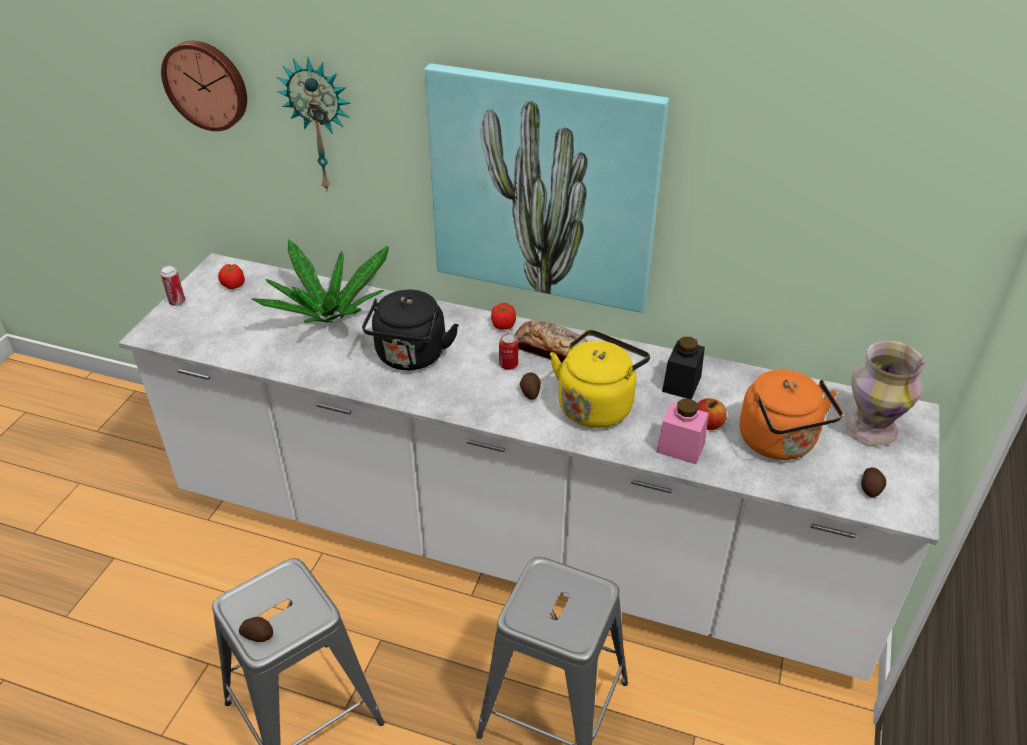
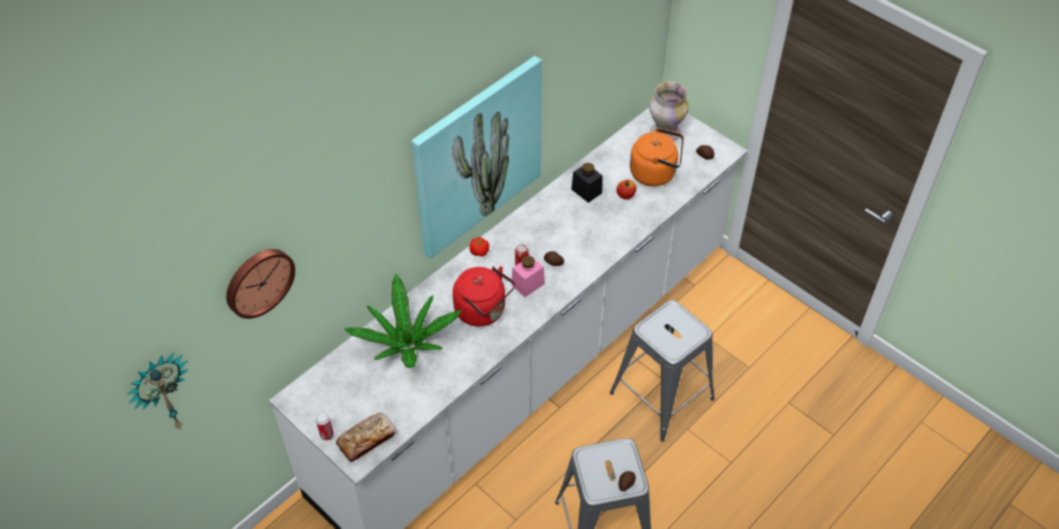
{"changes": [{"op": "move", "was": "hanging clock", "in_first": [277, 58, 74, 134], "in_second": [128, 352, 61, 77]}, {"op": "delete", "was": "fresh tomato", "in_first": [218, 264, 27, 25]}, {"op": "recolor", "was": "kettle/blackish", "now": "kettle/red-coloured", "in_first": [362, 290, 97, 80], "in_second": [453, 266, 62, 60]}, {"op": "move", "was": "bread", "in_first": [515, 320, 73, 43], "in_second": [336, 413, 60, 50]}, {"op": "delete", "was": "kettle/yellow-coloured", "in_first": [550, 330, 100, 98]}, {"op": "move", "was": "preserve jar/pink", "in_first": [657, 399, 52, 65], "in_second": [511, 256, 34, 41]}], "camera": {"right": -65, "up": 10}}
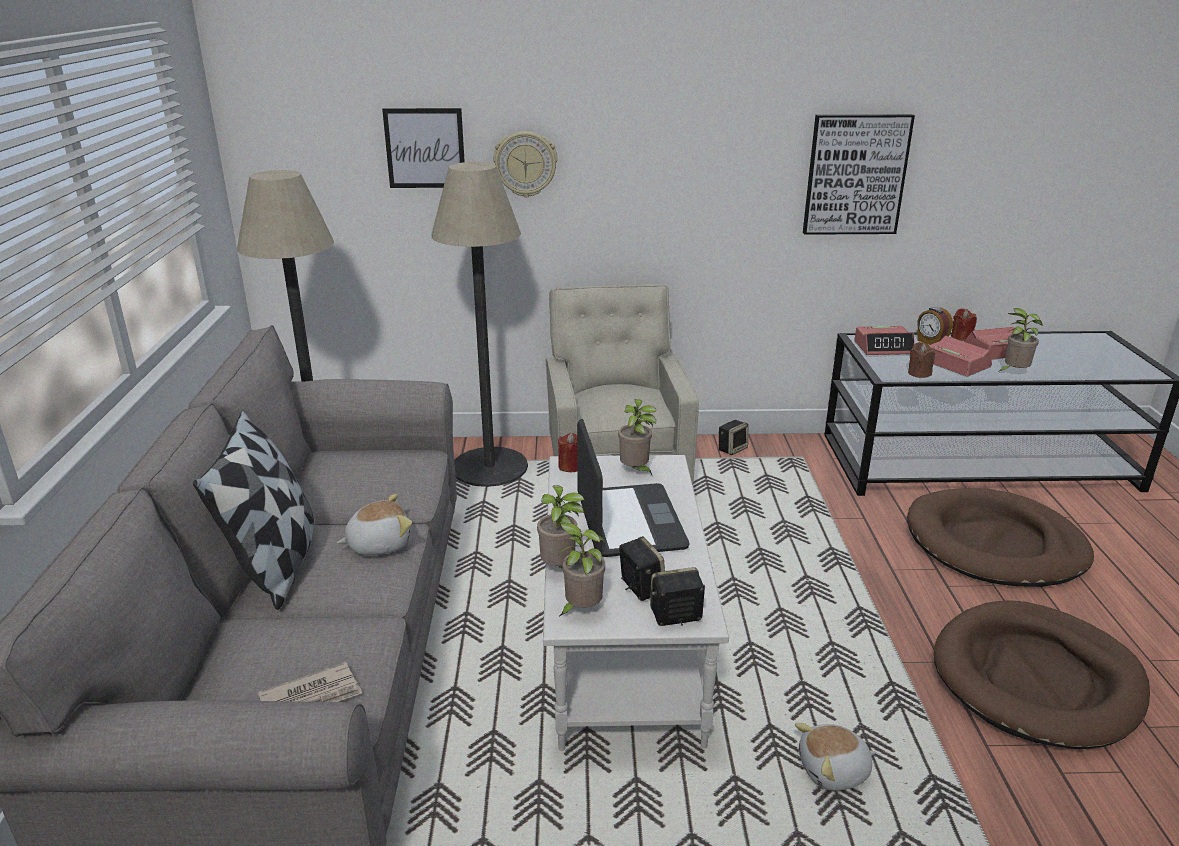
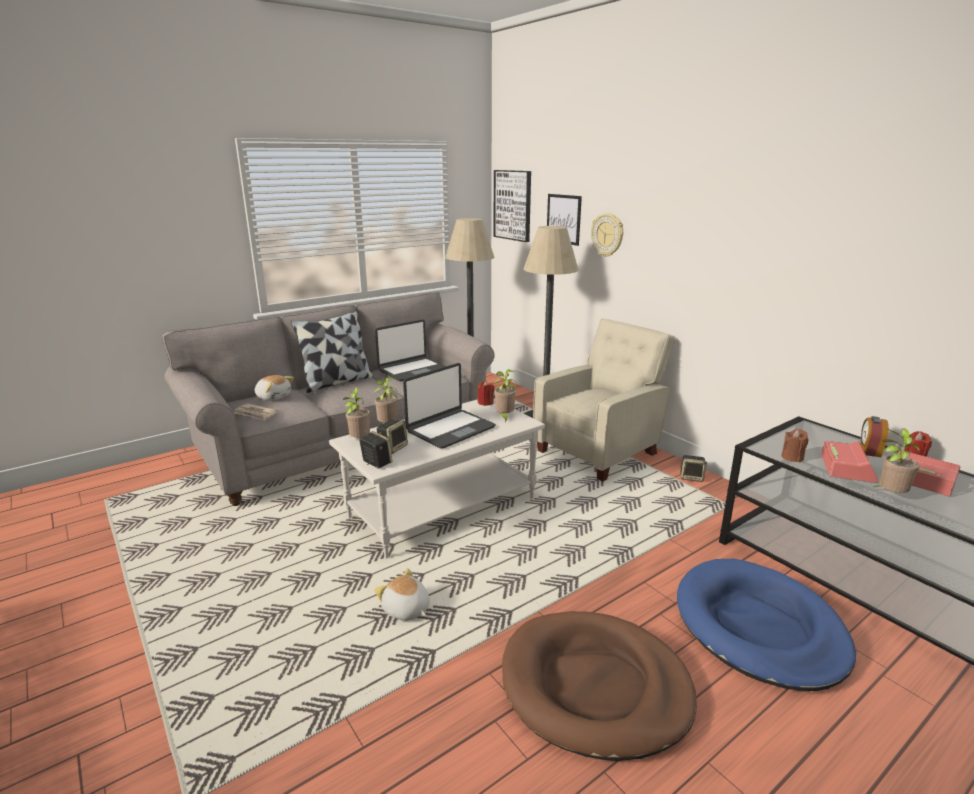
{"changes": [{"op": "move", "was": "wall picture", "in_first": [803, 114, 112, 121], "in_second": [493, 170, 38, 72]}, {"op": "delete", "was": "table clock", "in_first": [854, 326, 61, 29]}, {"op": "recolor", "was": "pet bed/brown-coloured", "now": "pet bed/bluish", "in_first": [907, 488, 187, 99], "in_second": [677, 559, 179, 132]}, {"op": "move", "was": "plush toy", "in_first": [337, 494, 75, 61], "in_second": [255, 375, 39, 26]}, {"op": "insert", "now": "laptop", "in_second": [375, 320, 71, 61]}], "camera": {"right": 55, "up": -5}}
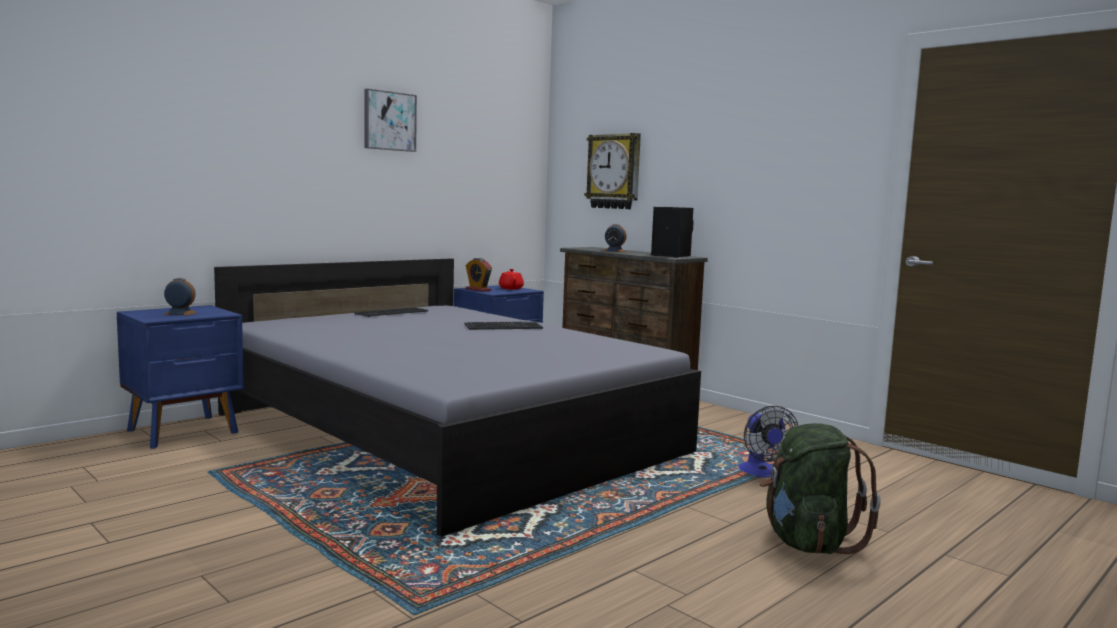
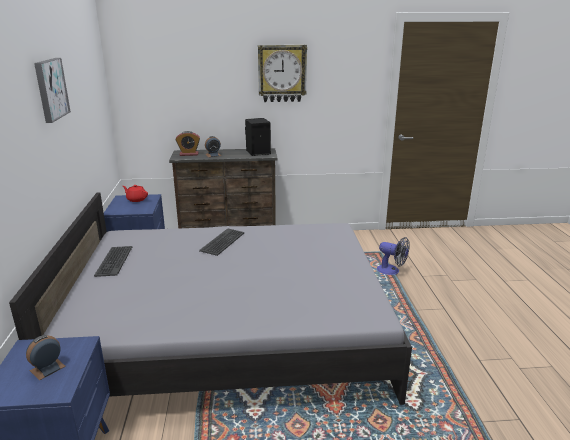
{"changes": [{"op": "move", "was": "hanging clock", "in_first": [585, 133, 56, 76], "in_second": [258, 45, 49, 57]}, {"op": "move", "was": "table clock", "in_first": [465, 258, 27, 34], "in_second": [175, 131, 25, 25]}, {"op": "delete", "was": "backpack/green-coloured", "in_first": [759, 423, 122, 131]}], "camera": {"right": -50, "up": 15}}
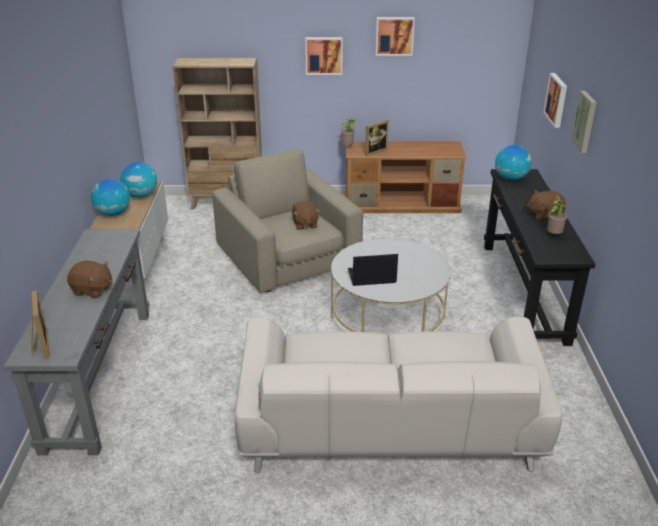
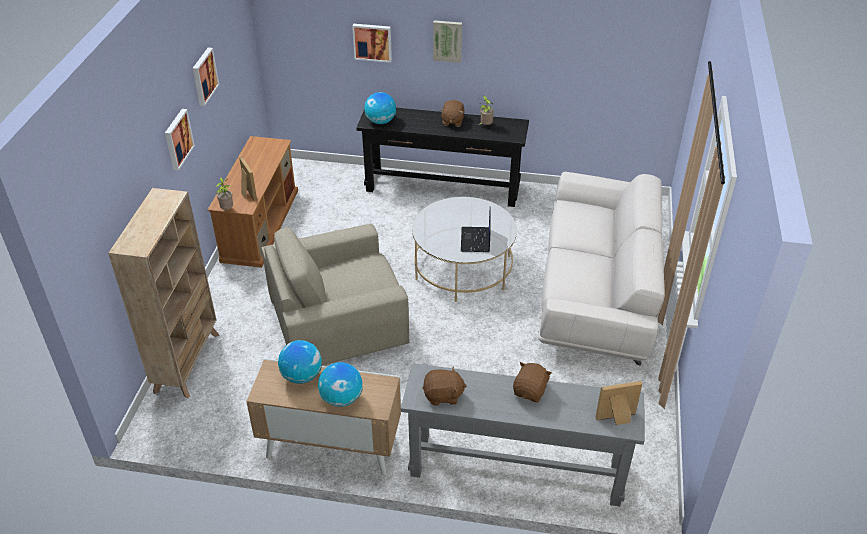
{"changes": [{"op": "move", "was": "plush toy/brown-coloured", "in_first": [292, 201, 28, 29], "in_second": [422, 366, 45, 40]}], "camera": {"right": -80, "up": 10}}
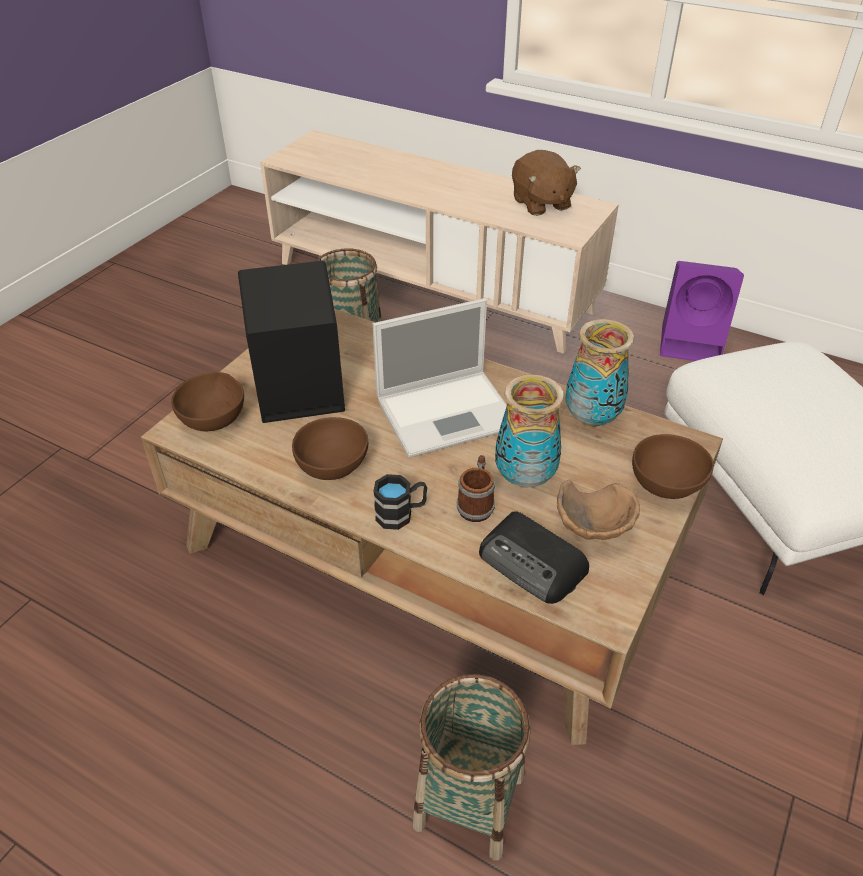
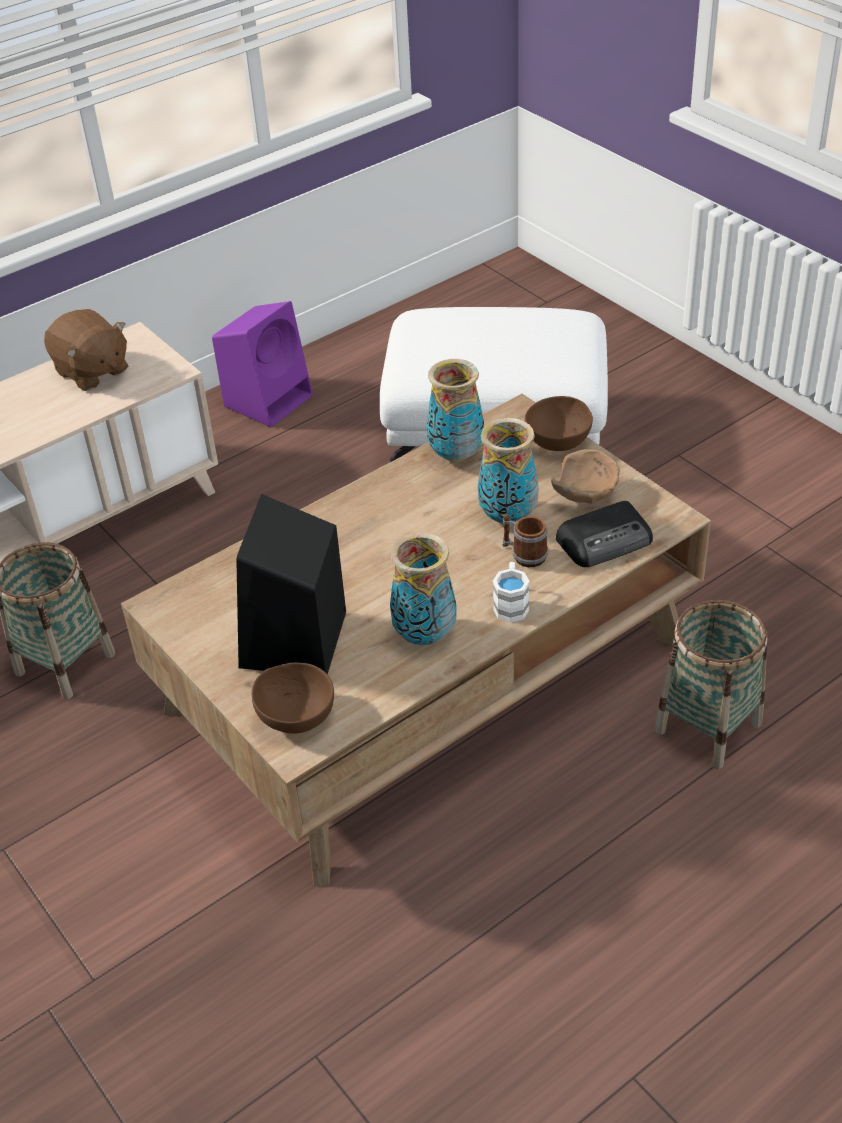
{"changes": [{"op": "rotate", "was": "plush toy/brown-coloured", "in_first": [512, 150, 69, 66], "in_second": [44, 309, 84, 82], "clockwise": 45}, {"op": "delete", "was": "laptop", "in_first": [372, 298, 135, 160]}, {"op": "replace", "was": "serving bowl/brown-coloured", "now": "decorative vase", "in_first": [292, 417, 76, 63], "in_second": [390, 532, 66, 114]}, {"op": "recolor", "was": "coffee mug/blackish", "now": "coffee mug/whitish", "in_first": [373, 474, 54, 56], "in_second": [493, 562, 37, 61]}], "camera": {"right": -65, "up": 0}}
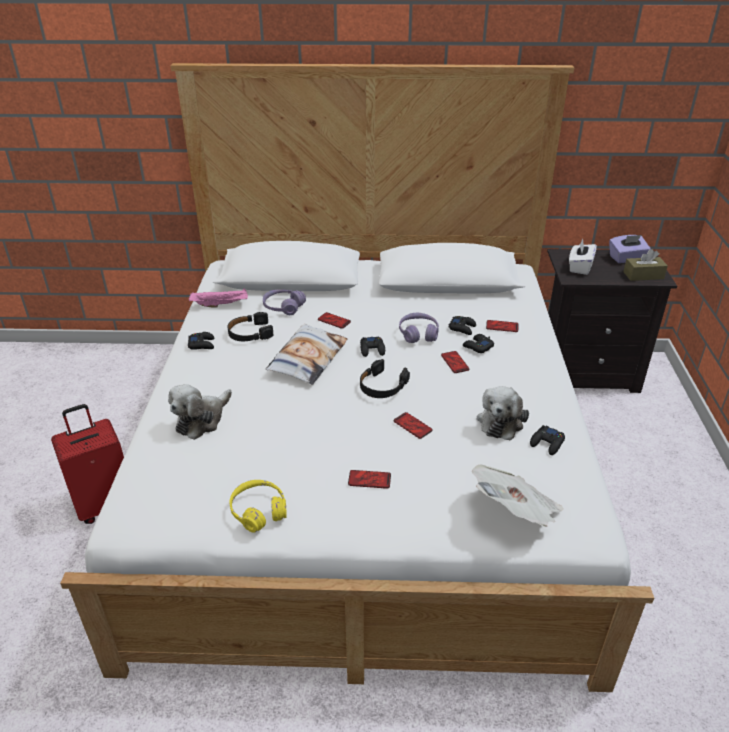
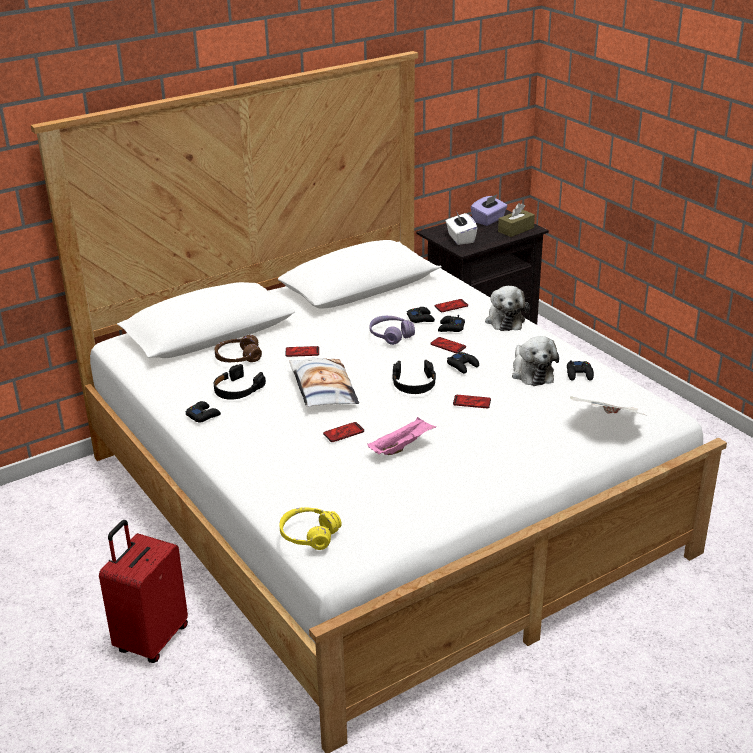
{"changes": [{"op": "move", "was": "tray/pink", "in_first": [189, 288, 59, 20], "in_second": [367, 417, 69, 38]}, {"op": "recolor", "was": "pair of headphones/purple-coloured", "now": "pair of headphones/brown-coloured", "in_first": [263, 289, 43, 26], "in_second": [215, 335, 47, 27]}, {"op": "move", "was": "joypad/blackish", "in_first": [360, 337, 25, 20], "in_second": [447, 352, 32, 22]}, {"op": "move", "was": "plush toy", "in_first": [168, 384, 64, 56], "in_second": [485, 286, 44, 45]}, {"op": "move", "was": "phone", "in_first": [348, 470, 43, 19], "in_second": [323, 422, 41, 20]}, {"op": "move", "was": "pair of headphones/yellow-coloured", "in_first": [229, 480, 58, 53], "in_second": [279, 507, 63, 43]}], "camera": {"right": -35, "up": -5}}
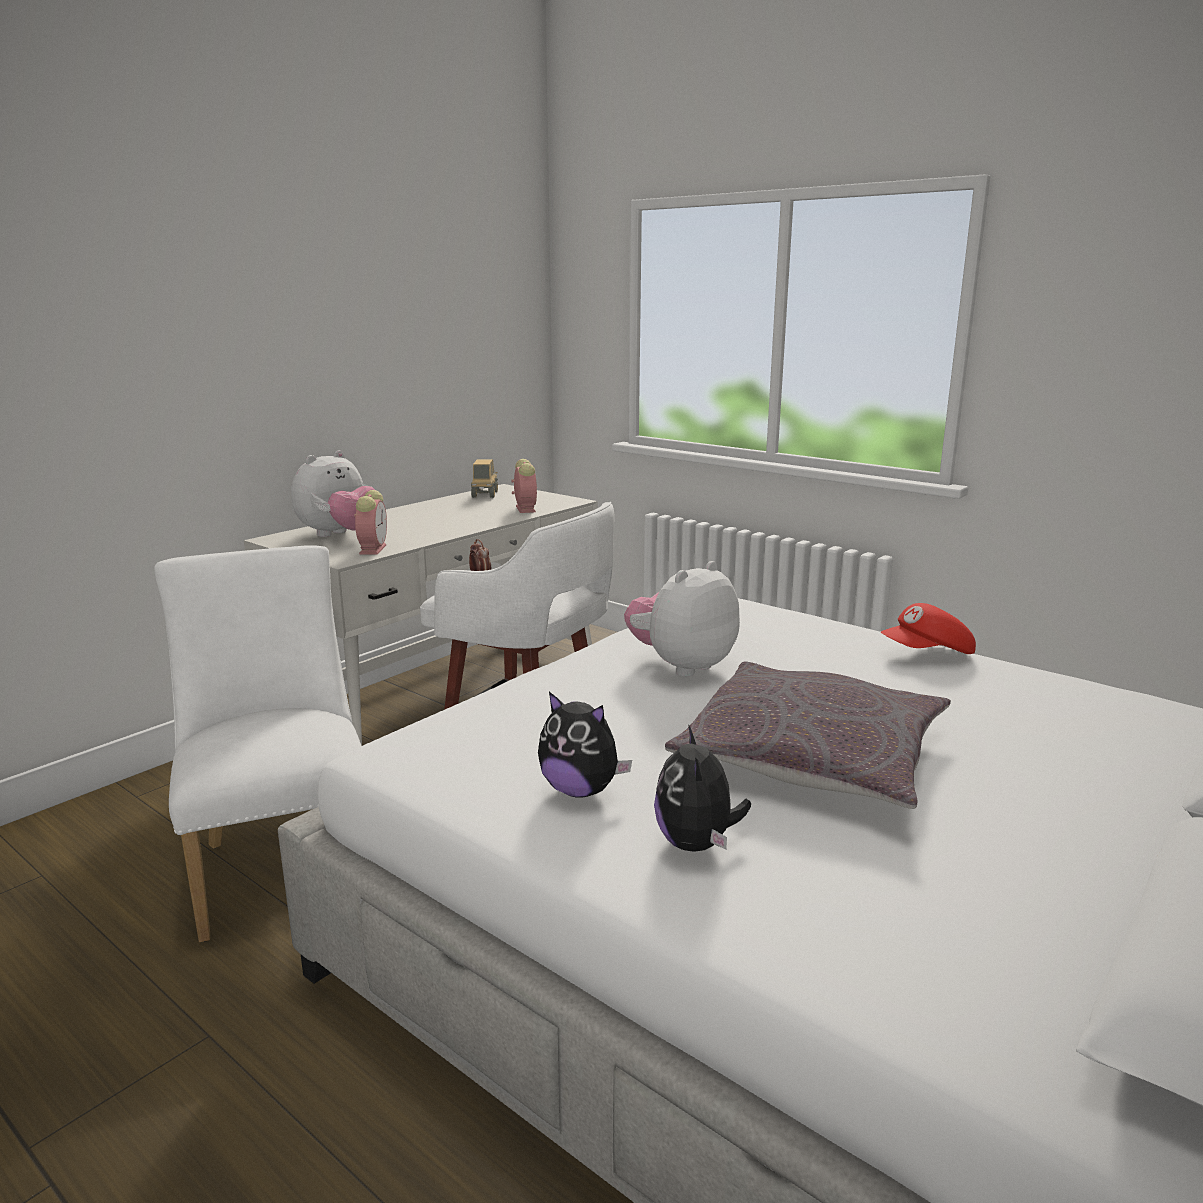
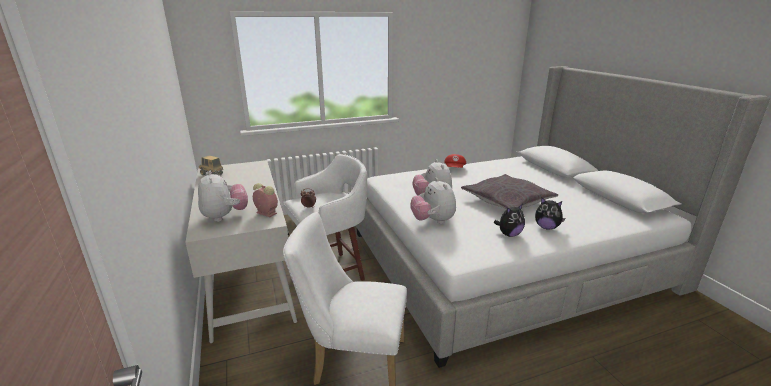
{"changes": [{"op": "delete", "was": "table clock", "in_first": [511, 459, 26, 54]}, {"op": "insert", "now": "plush toy", "in_second": [410, 178, 46, 46]}], "camera": {"right": -60, "up": 5}}
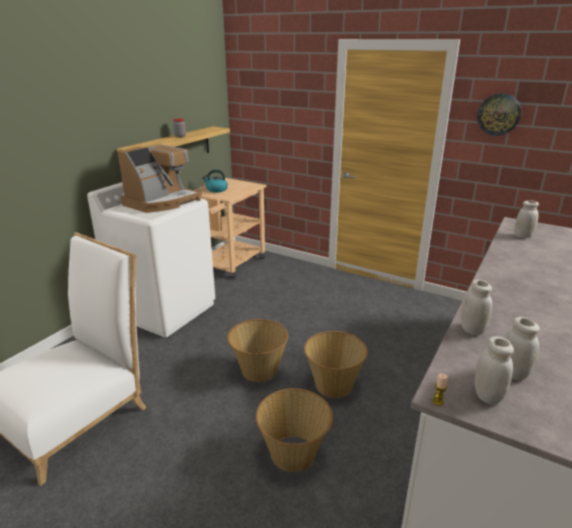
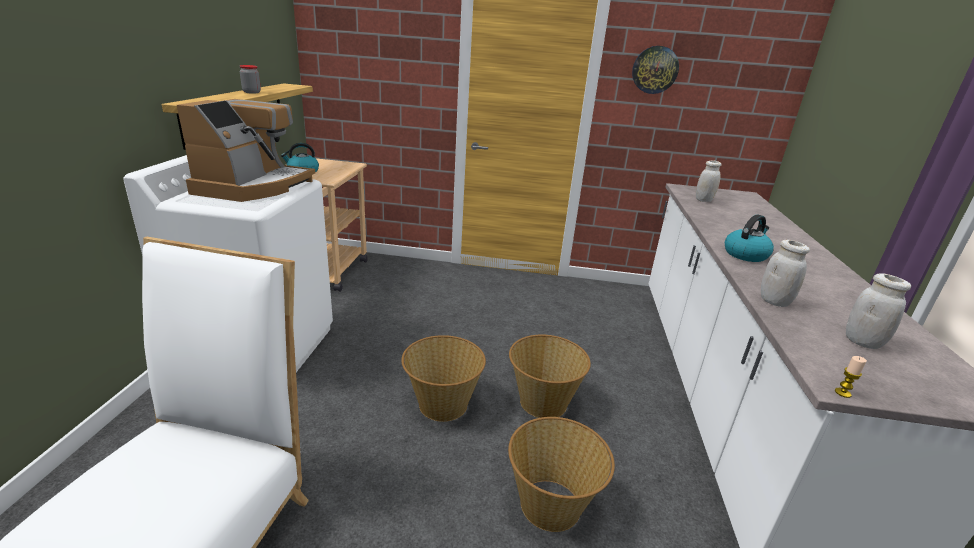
{"changes": [{"op": "delete", "was": "preserve jar/whitish", "in_first": [475, 336, 39, 69]}, {"op": "insert", "now": "kettle", "in_second": [725, 214, 49, 48]}], "camera": {"right": -25, "up": 0}}
